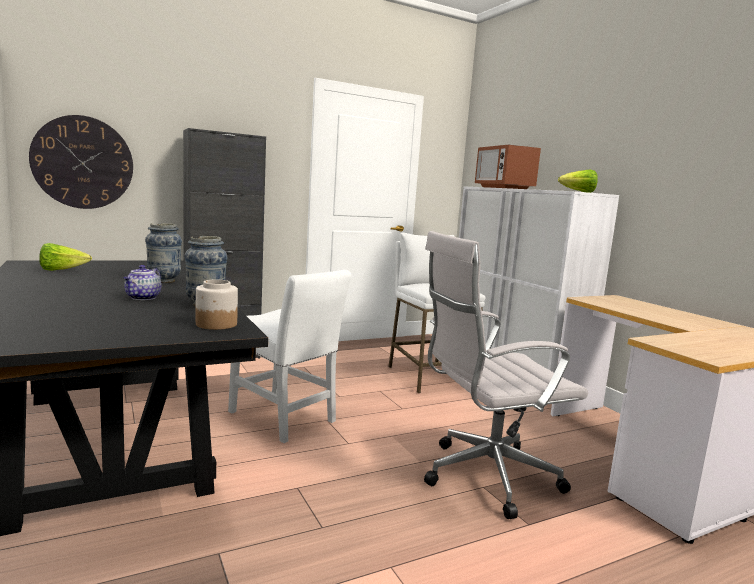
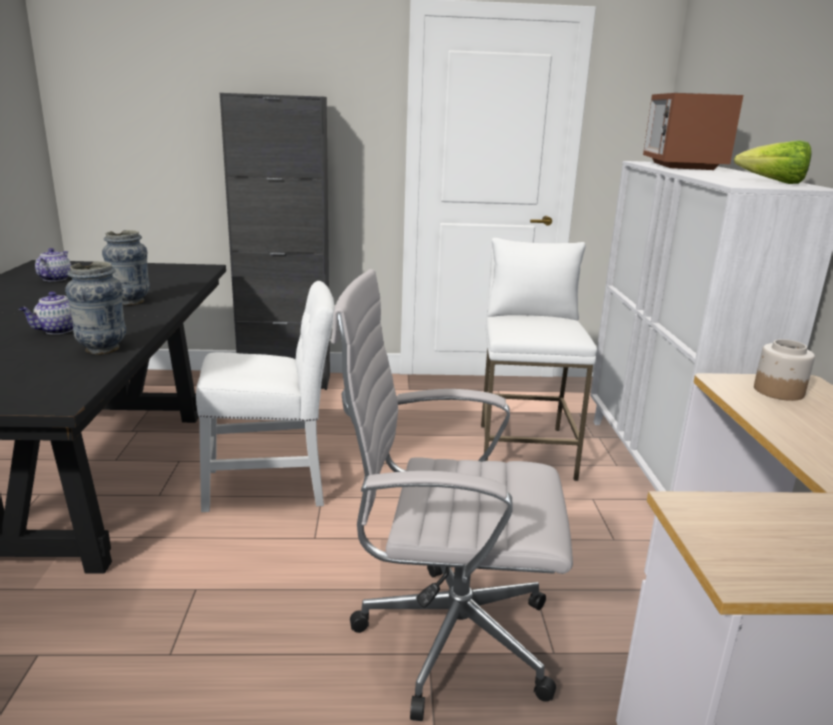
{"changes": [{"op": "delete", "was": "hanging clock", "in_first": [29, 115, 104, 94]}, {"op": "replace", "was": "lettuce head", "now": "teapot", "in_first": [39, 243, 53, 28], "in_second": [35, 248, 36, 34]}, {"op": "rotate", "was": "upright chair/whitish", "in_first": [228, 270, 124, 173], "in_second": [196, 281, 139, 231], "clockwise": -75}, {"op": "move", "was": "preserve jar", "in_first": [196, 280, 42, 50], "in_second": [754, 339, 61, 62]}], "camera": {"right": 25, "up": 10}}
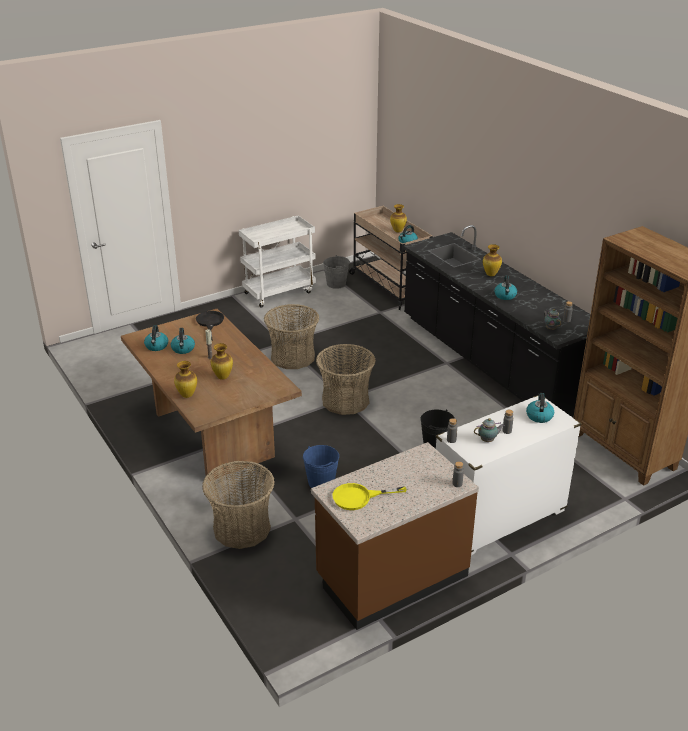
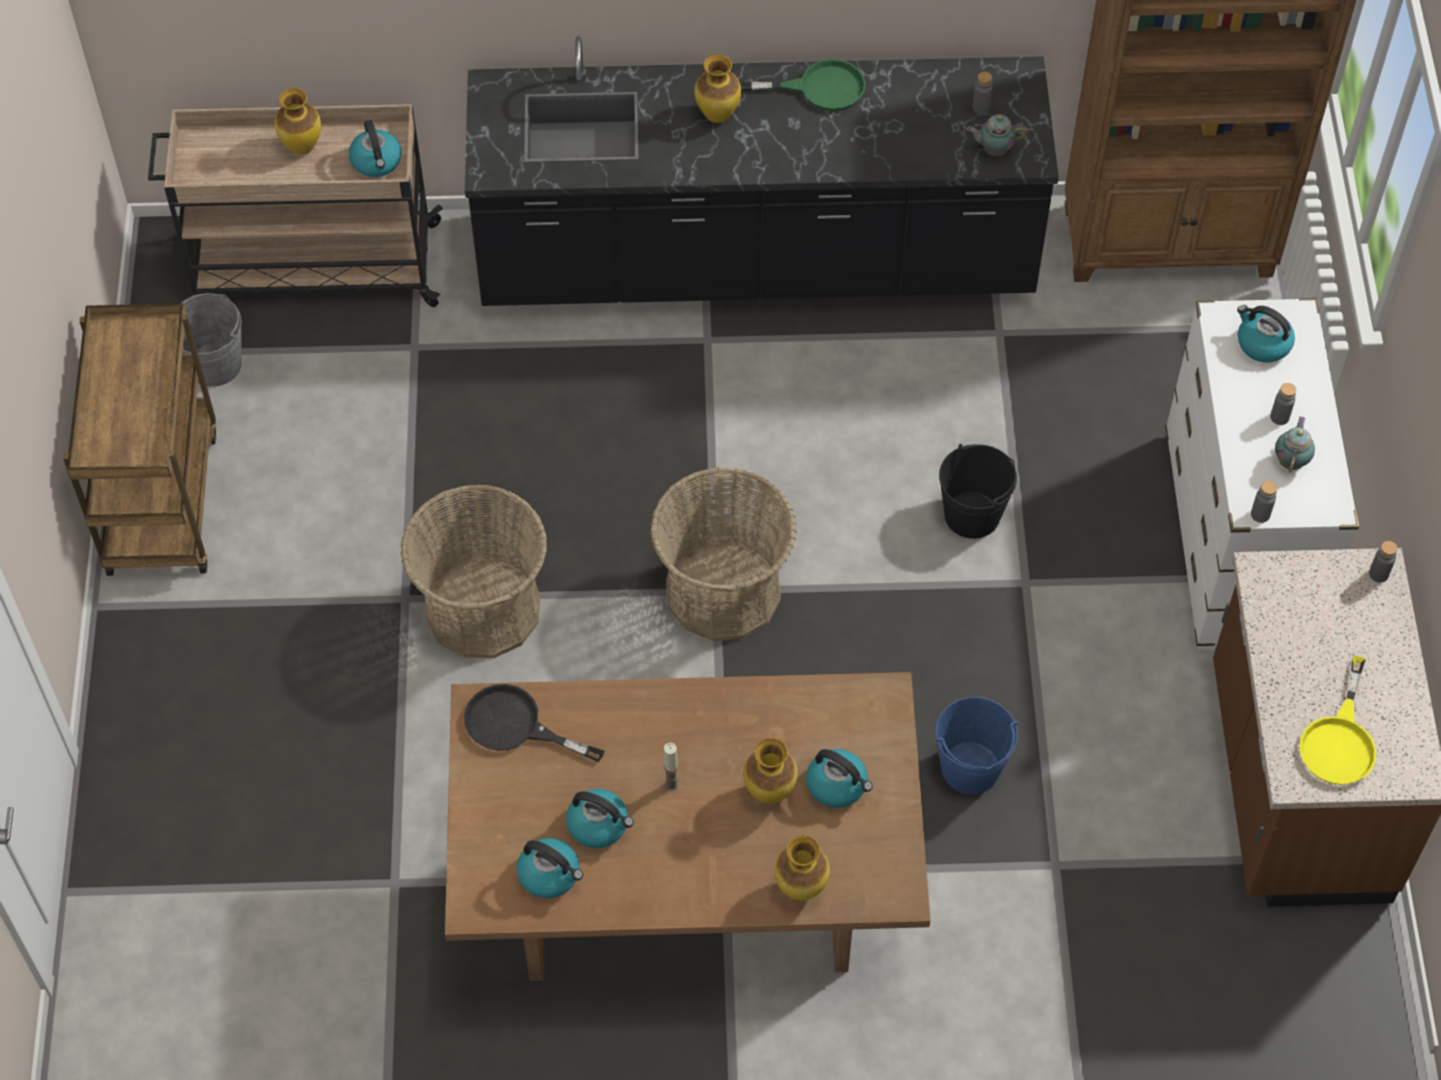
{"changes": [{"op": "recolor", "was": "wheeled cart/whitish", "now": "wheeled cart/brown-coloured", "in_first": [239, 215, 77, 93], "in_second": [63, 303, 153, 273]}, {"op": "move", "was": "kettle", "in_first": [494, 276, 23, 24], "in_second": [806, 749, 67, 59]}, {"op": "delete", "was": "basket", "in_first": [202, 461, 73, 88]}, {"op": "insert", "now": "frying pan/green-coloured", "in_second": [739, 59, 127, 52]}], "camera": {"right": -60, "up": 25}}
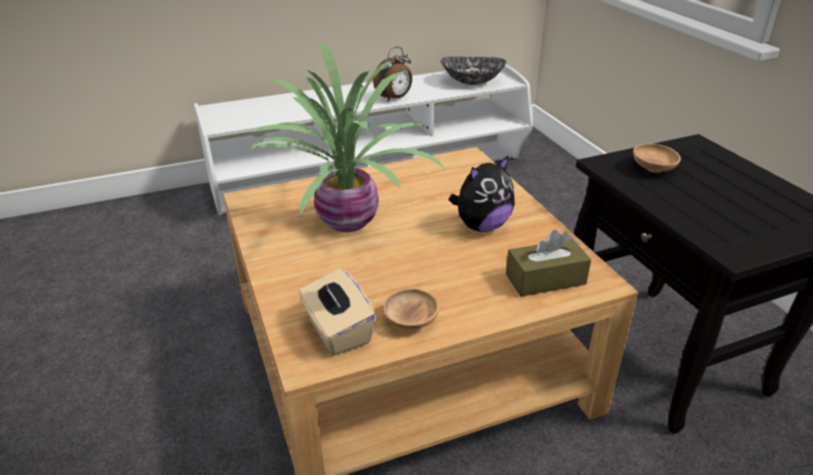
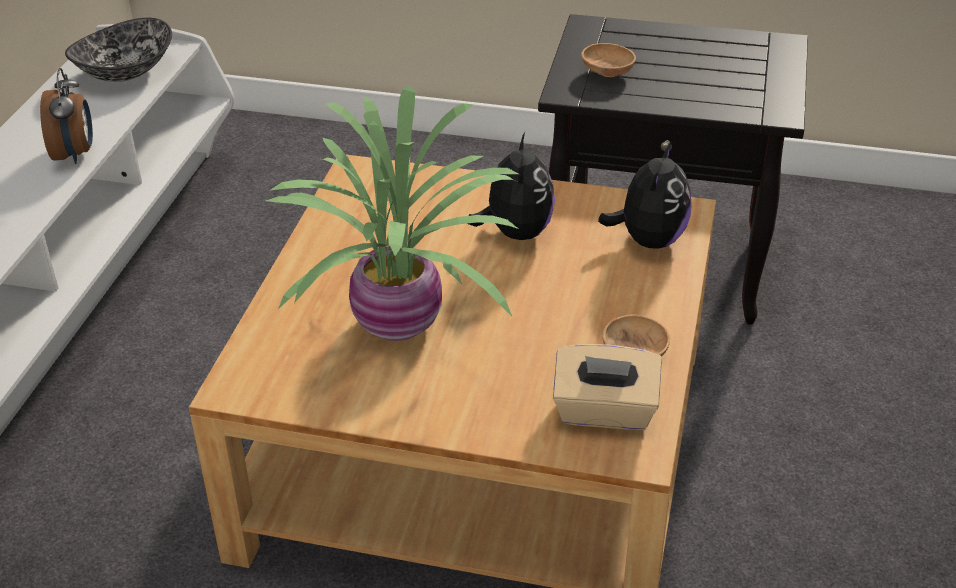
{"changes": [{"op": "replace", "was": "tissue holder/brown-coloured", "now": "plush toy", "in_first": [506, 230, 85, 67], "in_second": [598, 141, 93, 108]}], "camera": {"right": -55, "up": 5}}
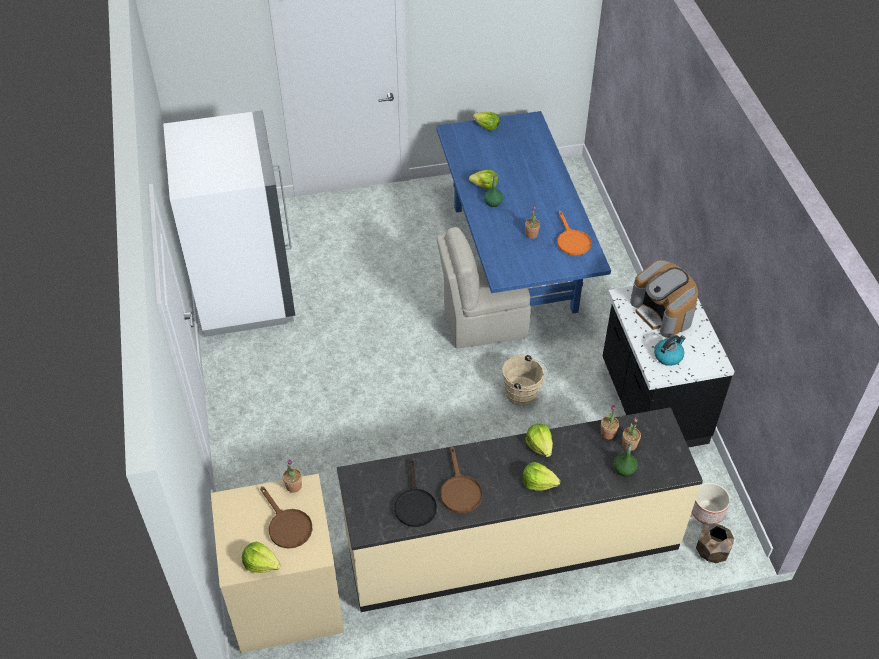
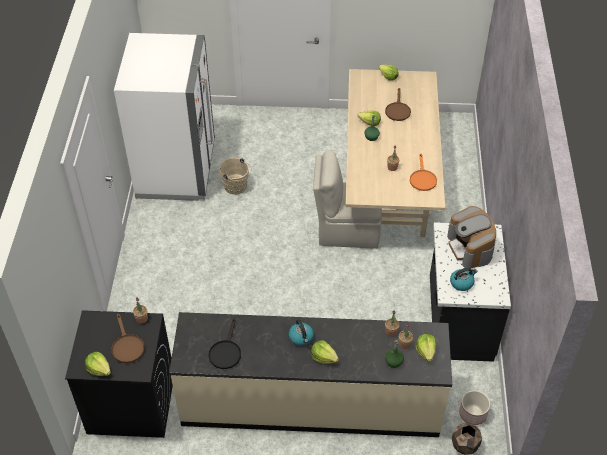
{"changes": [{"op": "recolor", "was": "dining table/bluish", "now": "dining table/beige-coloured", "in_first": [436, 111, 175, 203], "in_second": [346, 69, 99, 168]}, {"op": "move", "was": "bucket/beige-coloured", "in_first": [502, 355, 47, 51], "in_second": [219, 158, 33, 37]}, {"op": "move", "was": "lettuce head", "in_first": [525, 424, 28, 33], "in_second": [415, 334, 21, 28]}, {"op": "move", "was": "frying pan/brown-coloured", "in_first": [441, 447, 41, 66], "in_second": [385, 88, 26, 33]}, {"op": "recolor", "was": "laundry appliance/beige-coloured", "now": "laundry appliance/blackish", "in_first": [211, 474, 133, 179], "in_second": [65, 310, 108, 128]}, {"op": "insert", "now": "kettle", "in_second": [289, 319, 25, 27]}], "camera": {"right": 15, "up": 0}}
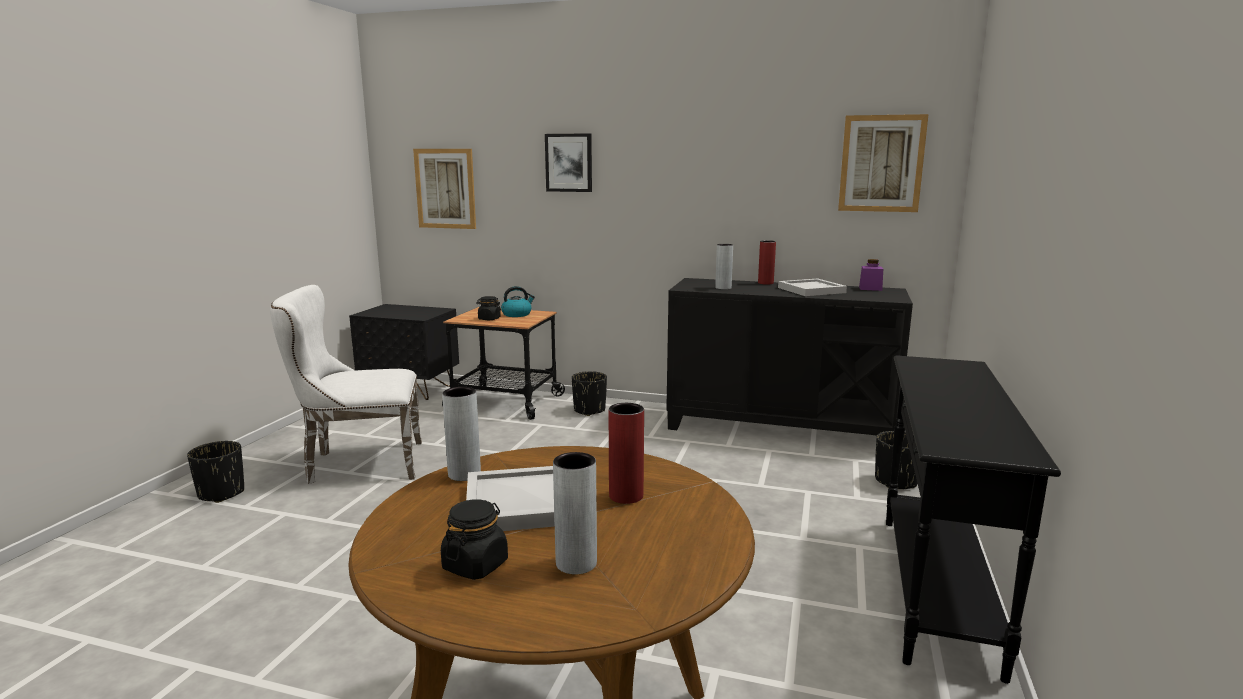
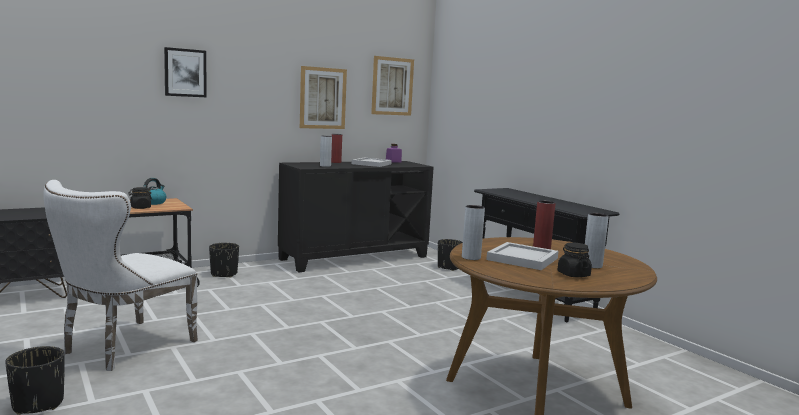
{"changes": [{"op": "move", "was": "wall picture", "in_first": [413, 149, 63, 80], "in_second": [300, 66, 47, 63]}], "camera": {"right": -50, "up": -5}}
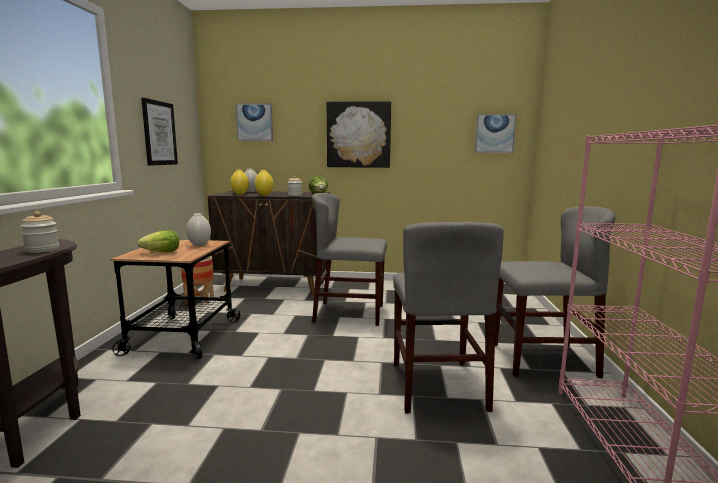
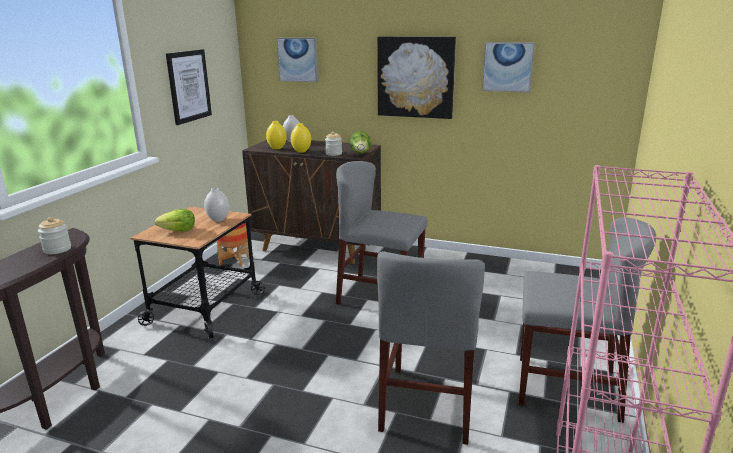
{"changes": [{"op": "move", "was": "wall picture", "in_first": [475, 114, 41, 39], "in_second": [482, 42, 53, 50]}], "camera": {"right": 15, "up": 10}}
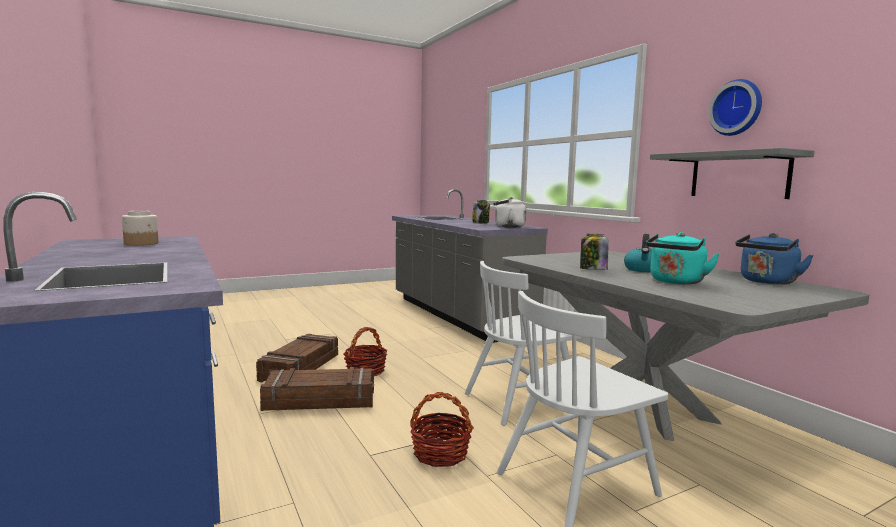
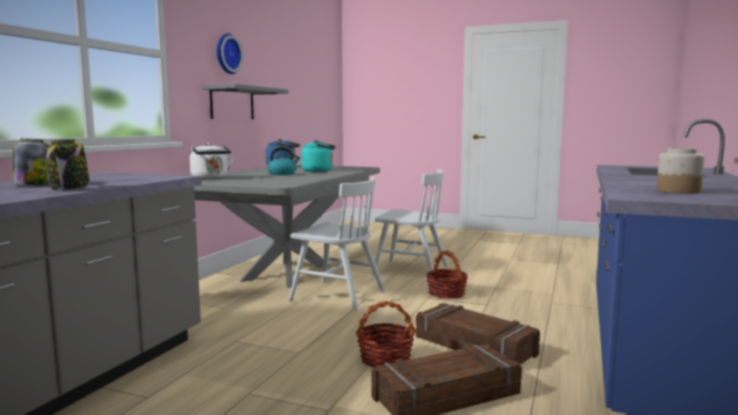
{"changes": [{"op": "move", "was": "kettle/whitish", "in_first": [493, 197, 33, 31], "in_second": [190, 143, 44, 36]}, {"op": "move", "was": "preserve jar", "in_first": [580, 234, 29, 36], "in_second": [45, 139, 45, 52]}], "camera": {"right": -130, "up": 0}}
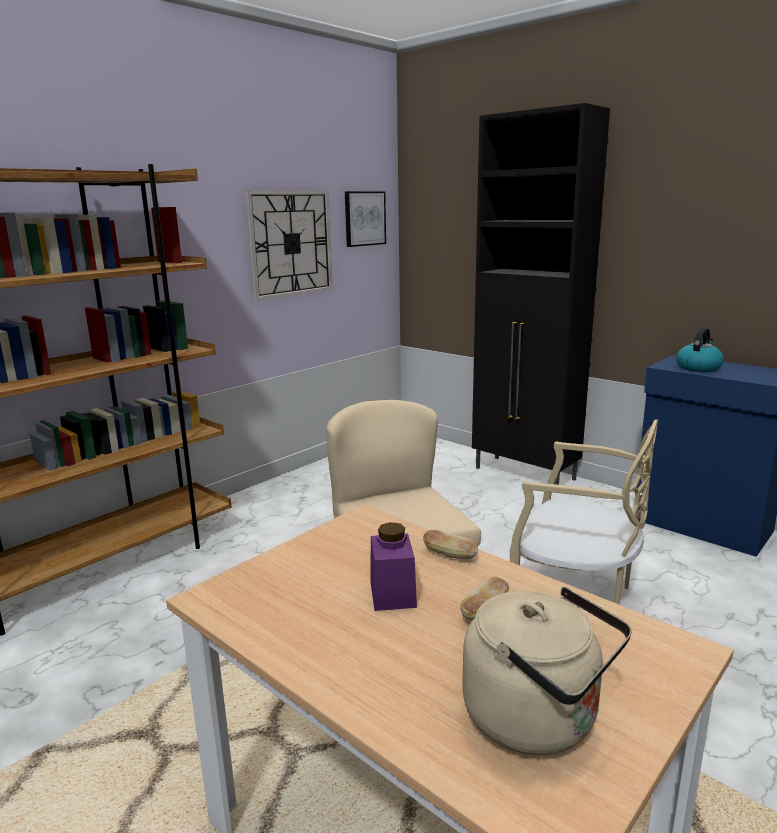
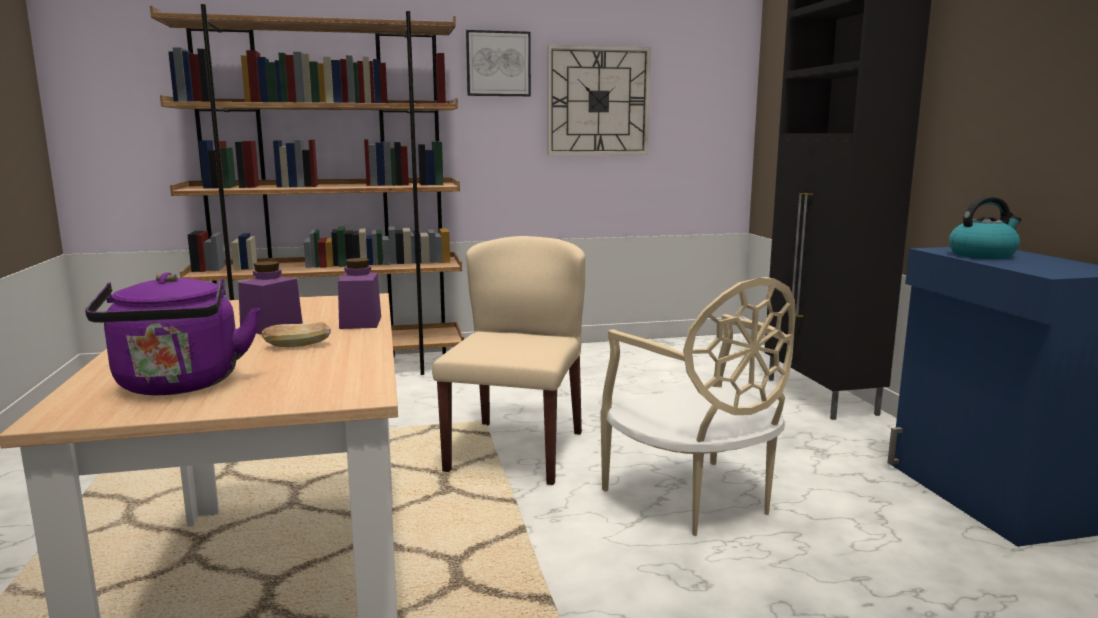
{"changes": [{"op": "move", "was": "wall picture", "in_first": [345, 191, 41, 56], "in_second": [466, 30, 65, 66]}, {"op": "replace", "was": "bread", "now": "preserve jar/purple-coloured", "in_first": [423, 530, 55, 29], "in_second": [338, 258, 43, 71]}, {"op": "recolor", "was": "kettle/beige-coloured", "now": "kettle/purple-coloured", "in_first": [462, 587, 170, 168], "in_second": [85, 272, 175, 123]}], "camera": {"right": 35, "up": -5}}
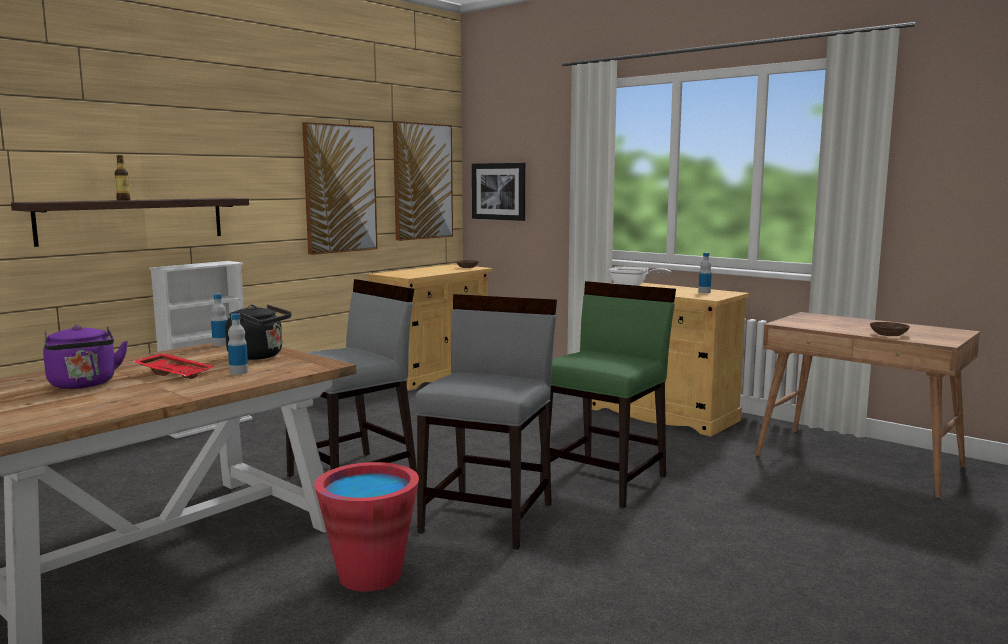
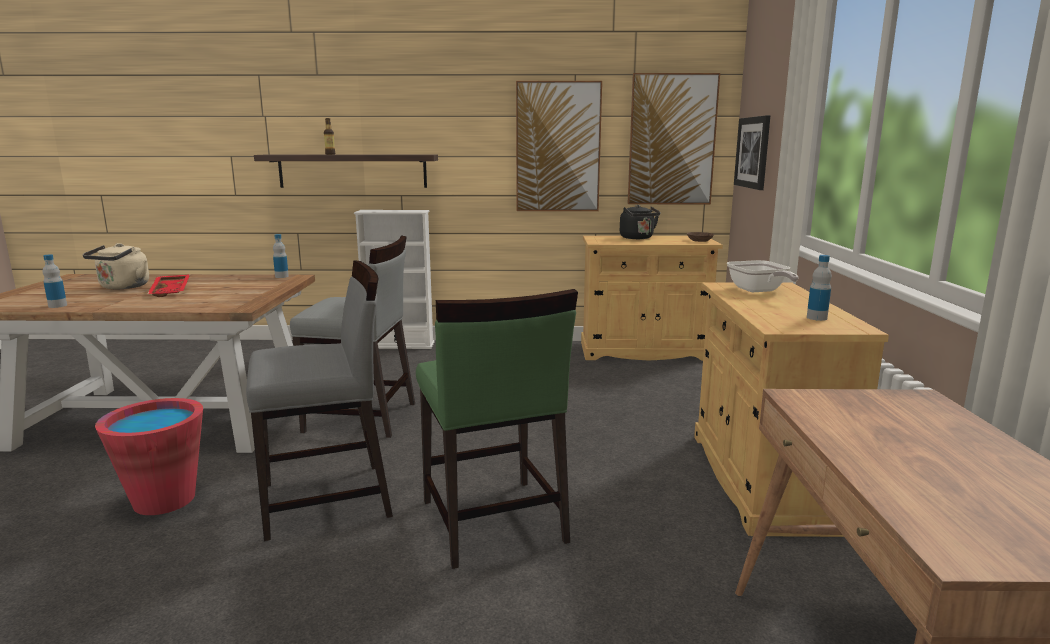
{"changes": [{"op": "rotate", "was": "upright chair/green-coloured", "in_first": [540, 281, 136, 227], "in_second": [416, 289, 162, 280], "clockwise": 75}, {"op": "move", "was": "kettle/blackish", "in_first": [225, 305, 67, 55], "in_second": [620, 205, 40, 34]}, {"op": "move", "was": "beverage bottle", "in_first": [228, 313, 20, 62], "in_second": [43, 254, 24, 54]}, {"op": "delete", "was": "serving bowl/brown-coloured", "in_first": [870, 322, 40, 14]}, {"op": "recolor", "was": "kettle/purple-coloured", "now": "kettle/beige-coloured", "in_first": [43, 325, 85, 64], "in_second": [82, 243, 67, 46]}], "camera": {"right": 50, "up": 5}}
